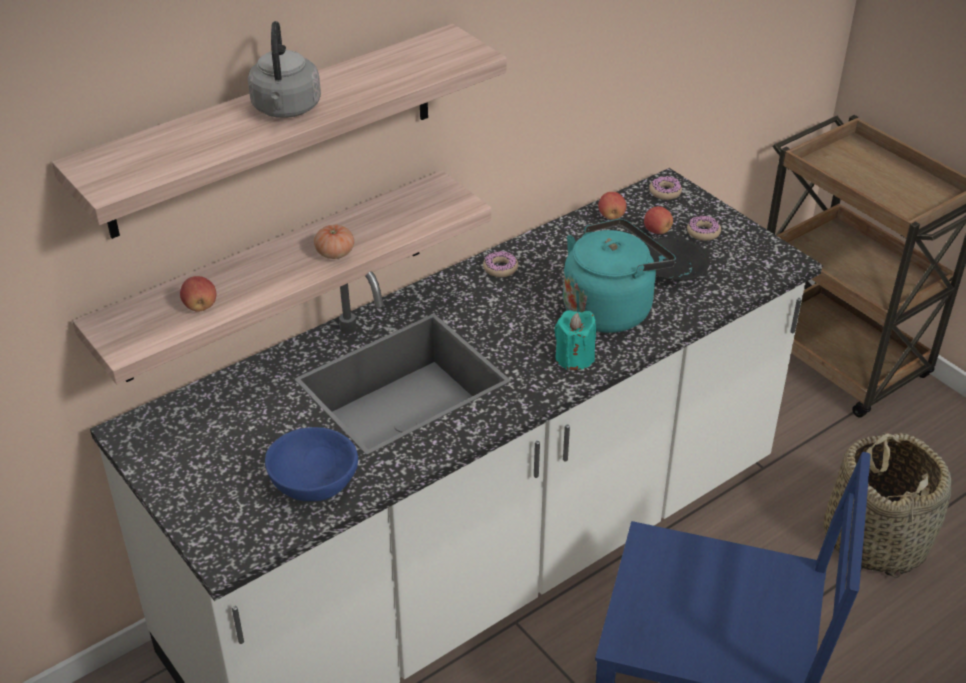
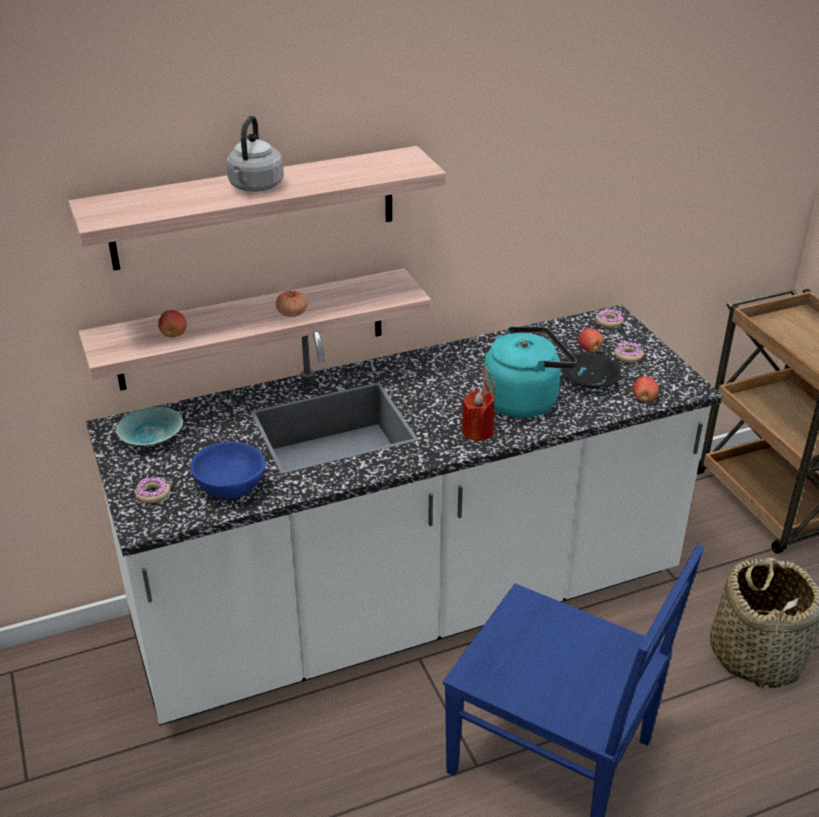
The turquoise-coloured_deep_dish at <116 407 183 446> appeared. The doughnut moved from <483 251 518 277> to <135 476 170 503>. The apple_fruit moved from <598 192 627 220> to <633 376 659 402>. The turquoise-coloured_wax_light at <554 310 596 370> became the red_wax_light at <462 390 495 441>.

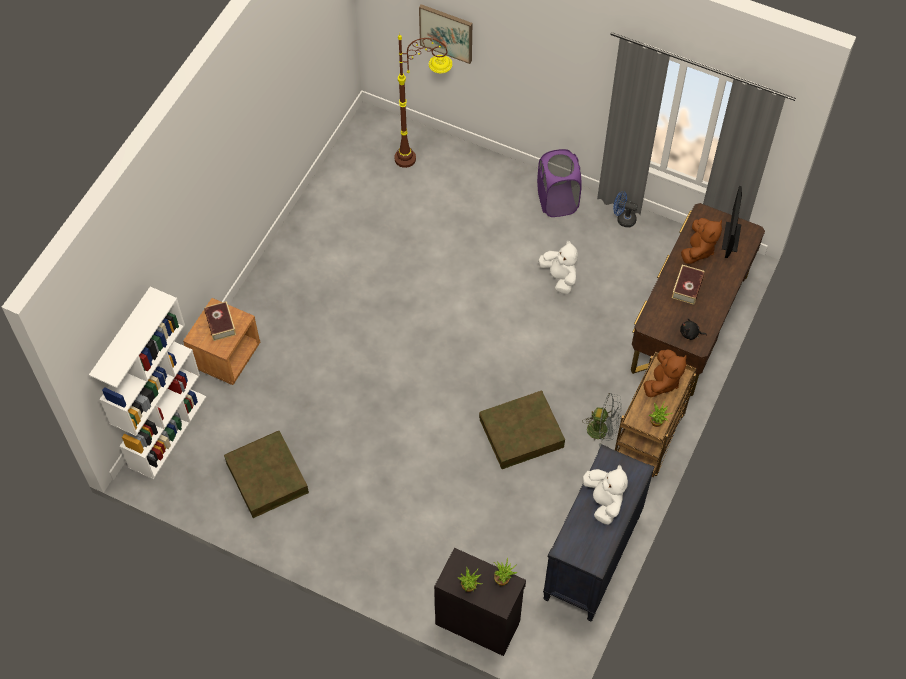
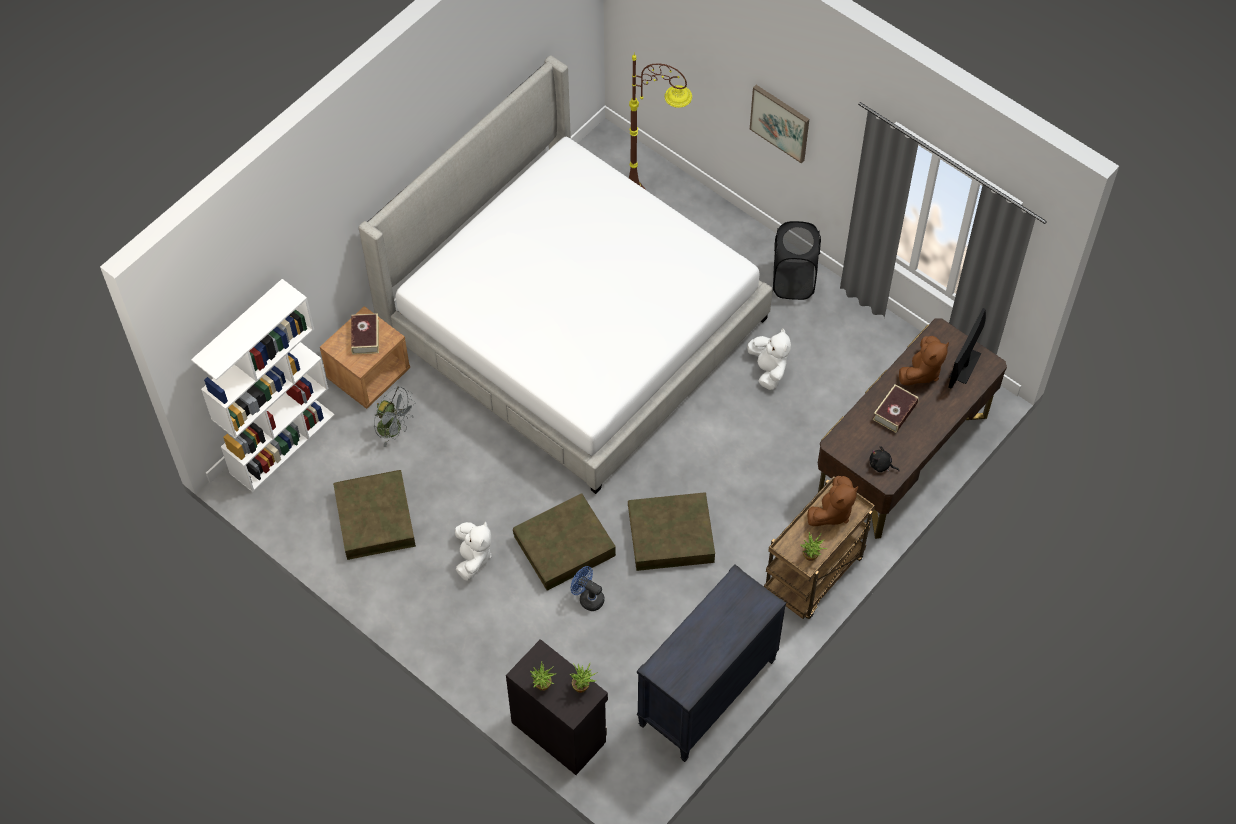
The bed at <359 55 773 494> appeared. The brown_storage_bin at <513 493 616 591> appeared. The wall_art moved from <419 4 472 64> to <750 85 809 164>. The gray_cooling_fan moved from <582 393 622 448> to <374 387 416 447>. The whitish_plush_toy moved from <582 464 628 524> to <455 521 492 581>. The blue-coloured_cooling_fan moved from <613 191 638 227> to <571 566 605 611>. The purplish_washing_basket at <537 149 582 217> became the black_washing_basket at <773 221 821 300>.

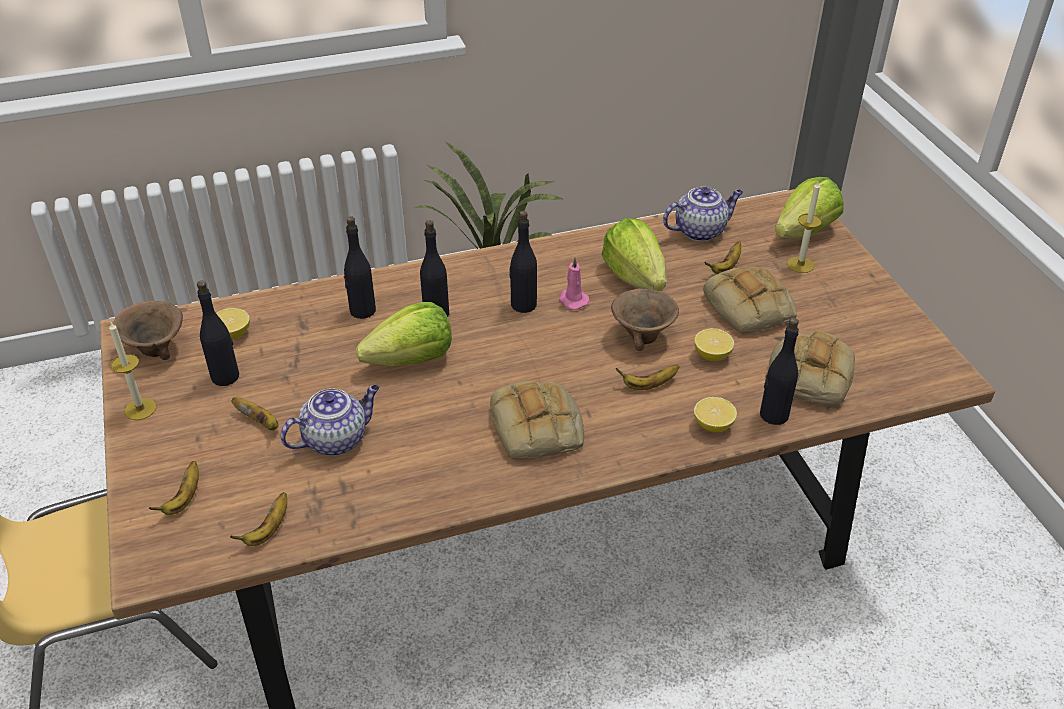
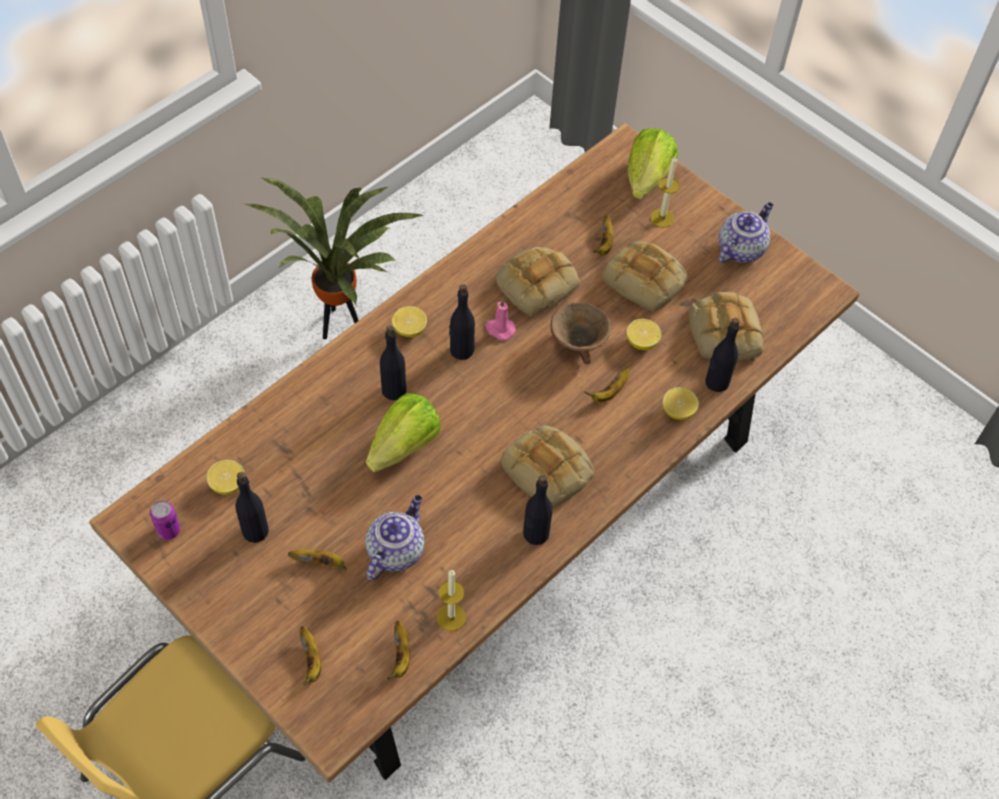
The whole_lemon at <392 306 427 337> appeared. The wax_light moved from <109 321 156 420> to <437 569 466 631>. The black_drink_bottle moved from <344 216 376 319> to <523 475 553 545>. The pot_for_tea moved from <663 187 743 241> to <719 202 773 263>. The brown_deep_dish at <113 301 183 360> was replaced by the metal_can at <150 501 180 540>. The lettuce at <601 218 667 291> was replaced by the baked_bread at <496 247 580 317>.

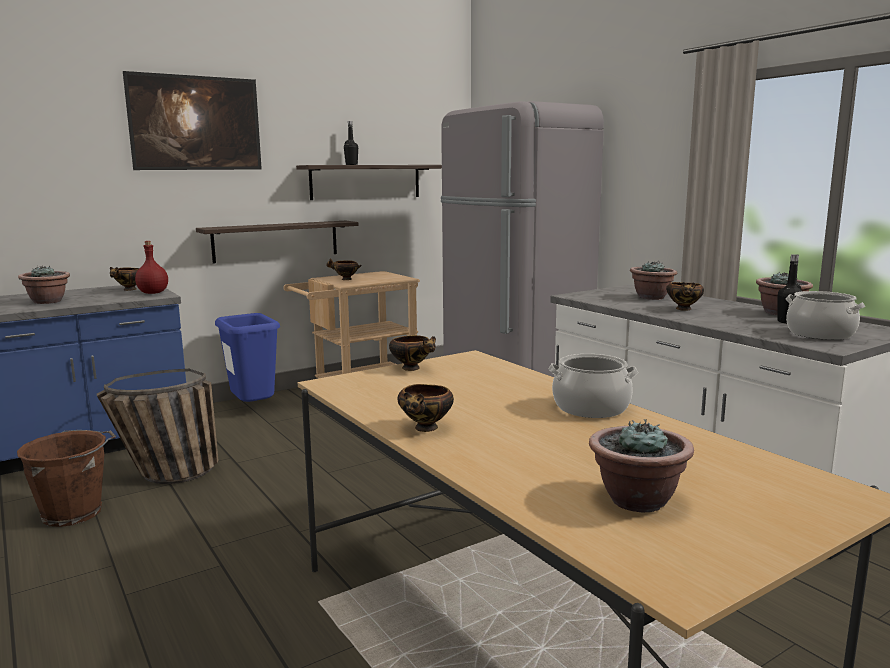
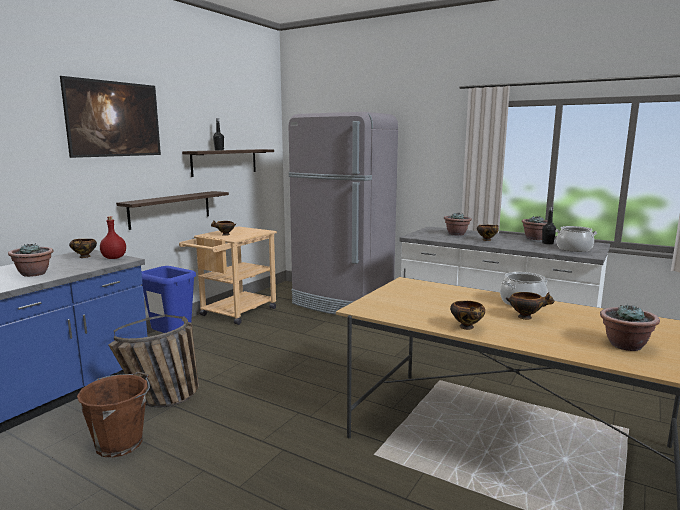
The deep_dish moved from <389 335 436 371> to <506 292 554 320>.

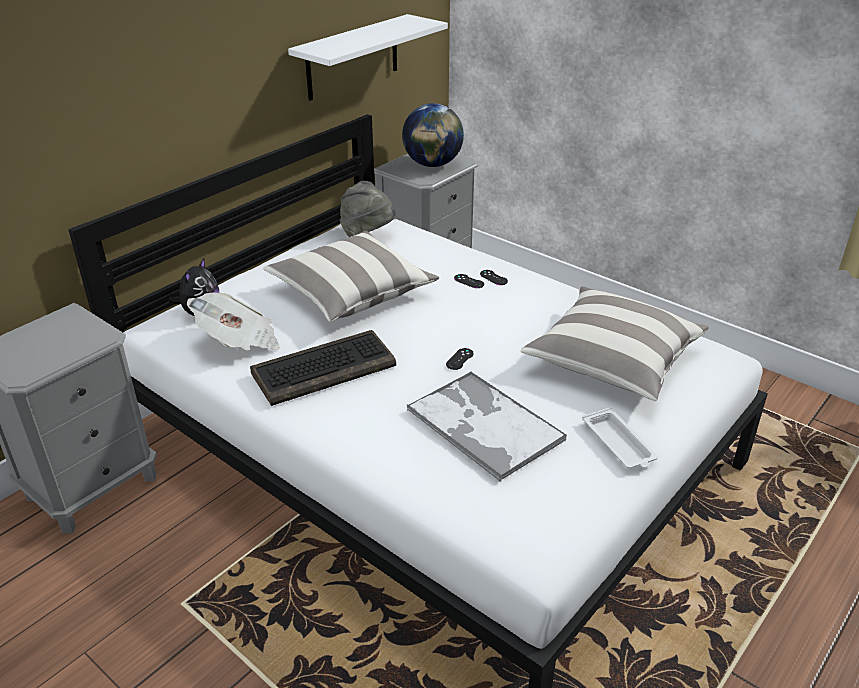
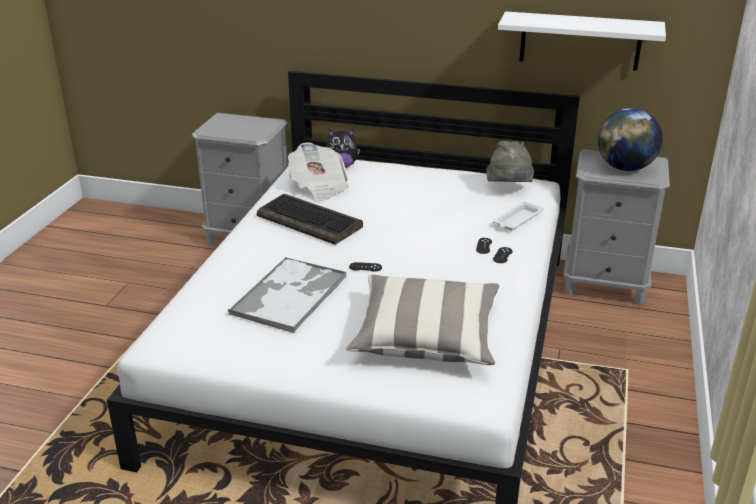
The throw_pillow at <263 231 439 322> disappeared. The whitish_carrying_tray moved from <582 407 658 468> to <493 201 544 231>.

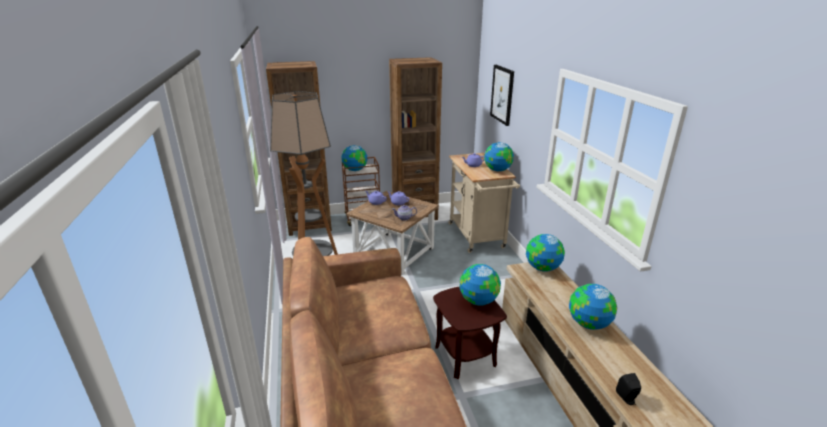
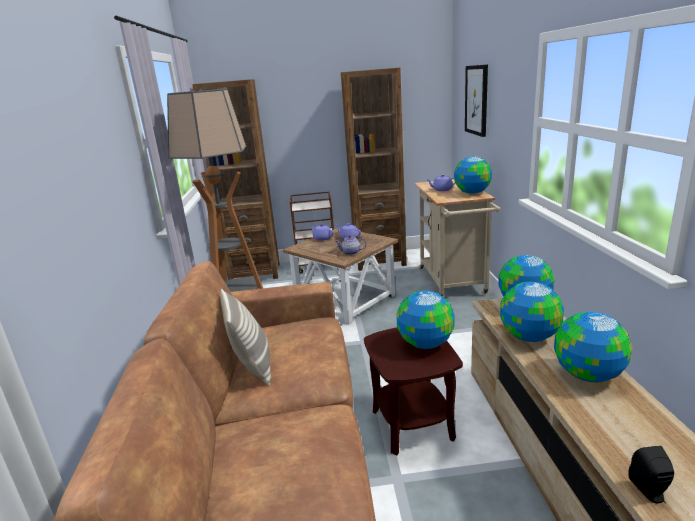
The throw_pillow at <220 289 271 386> appeared. The globe moved from <341 145 367 171> to <500 282 564 342>.

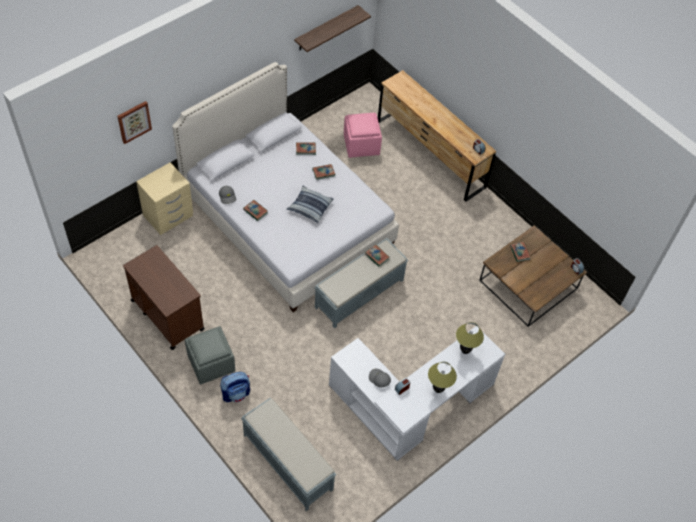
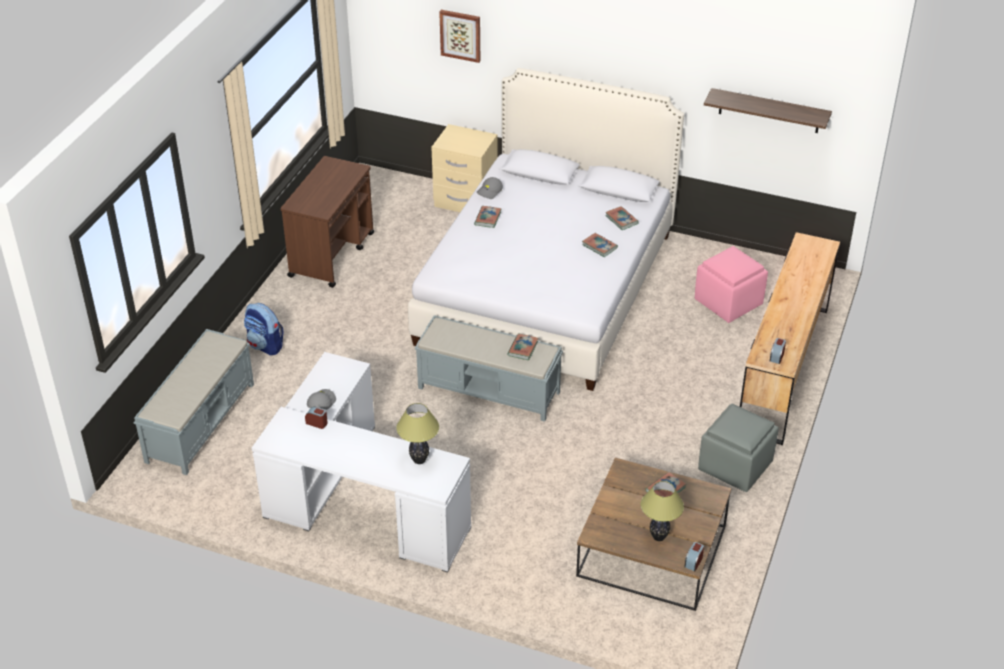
The throw_pillow at <287 185 334 223> disappeared. The gray_pouffe moved from <185 326 235 384> to <698 404 779 492>. The tabletop_lamp moved from <428 362 457 393> to <641 481 684 541>.

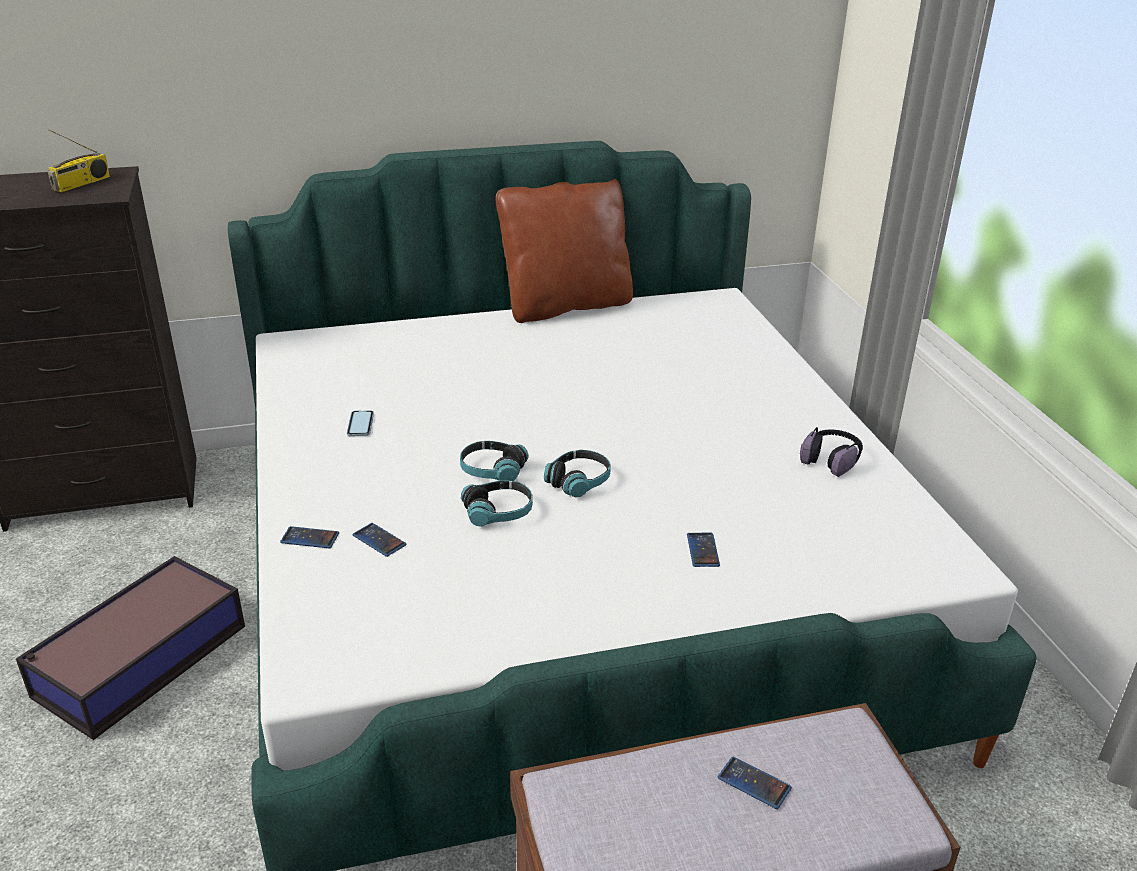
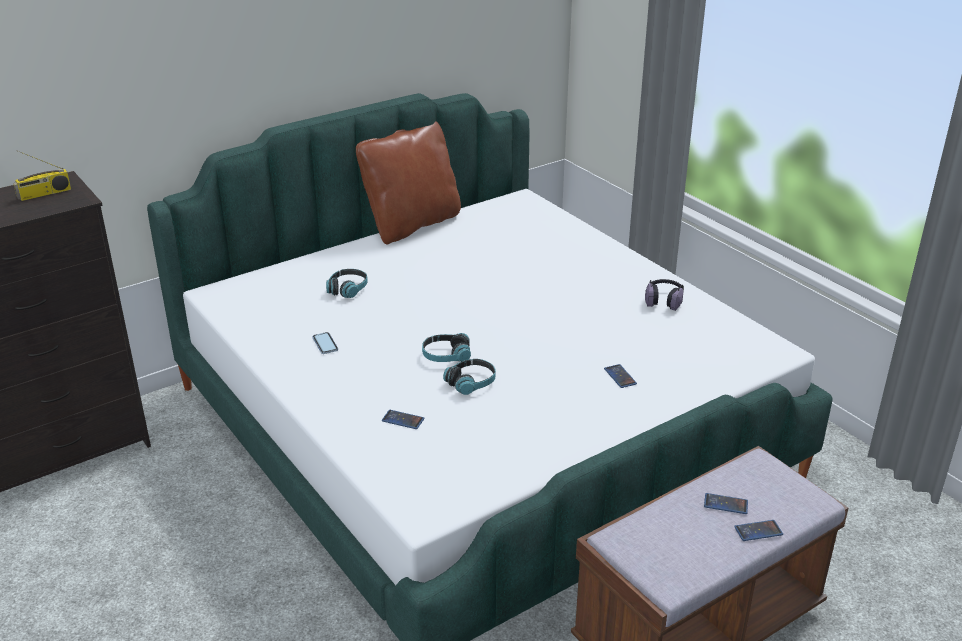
The storage_bin at <16 556 245 740> disappeared. The phone moved from <280 526 339 548> to <734 520 783 541>. The pair_of_headphones moved from <544 450 611 497> to <326 269 368 298>. The radio_set at <48 129 110 192> turned 45 degrees clockwise.

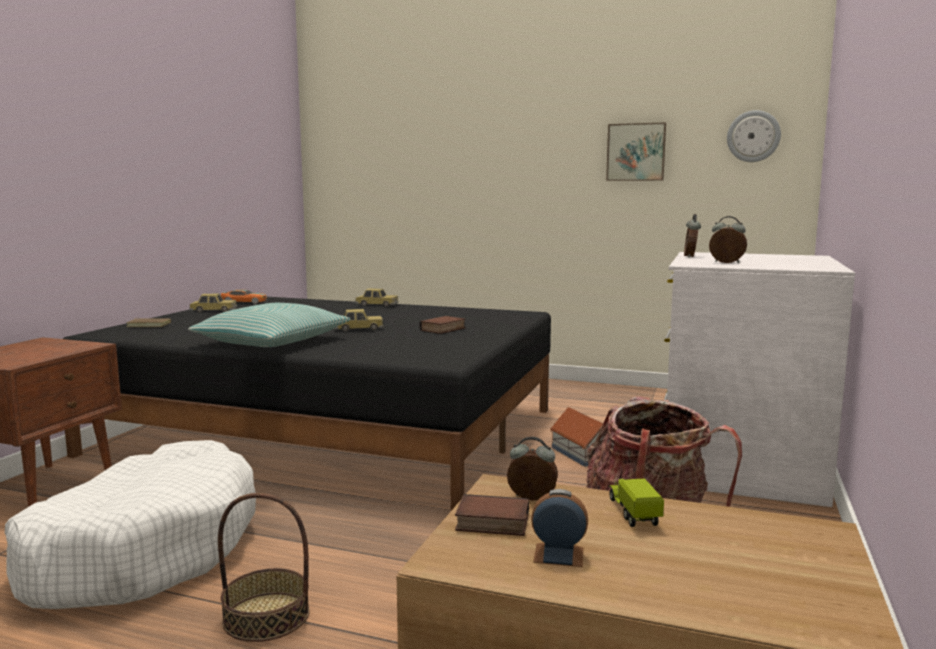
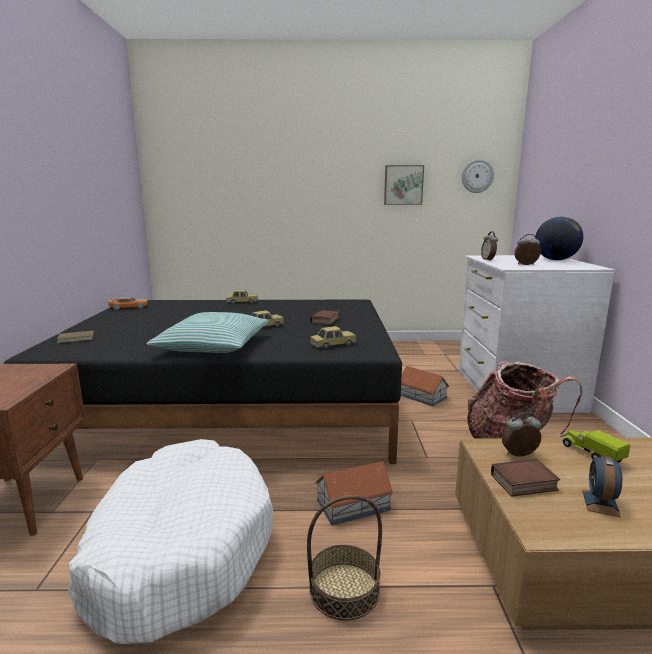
The model_house at <315 462 394 526> appeared. The globe at <535 217 583 260> appeared. The toy_car moved from <189 294 237 313> to <310 326 356 349>. The table_clock at <531 489 588 567> turned 60 degrees counterclockwise.

